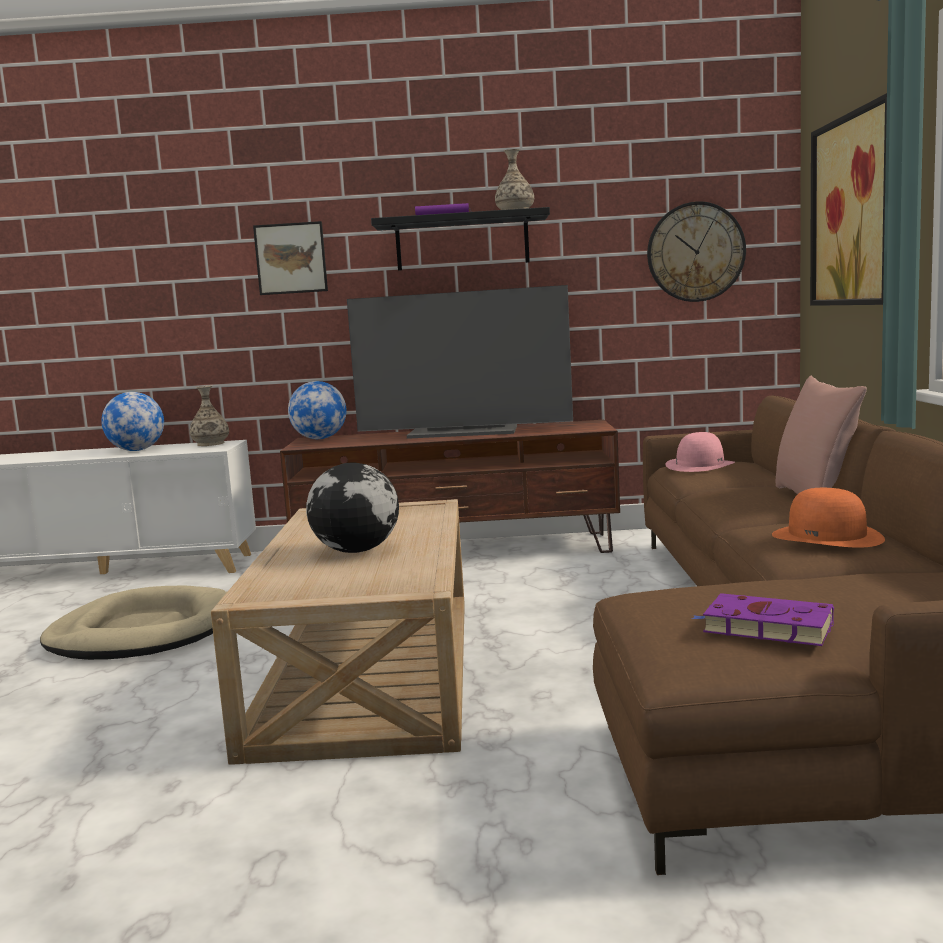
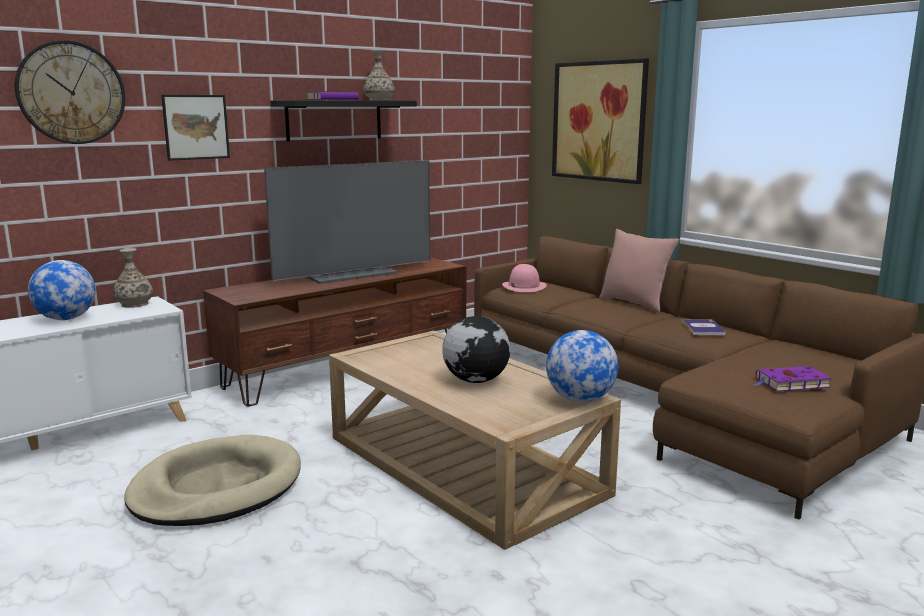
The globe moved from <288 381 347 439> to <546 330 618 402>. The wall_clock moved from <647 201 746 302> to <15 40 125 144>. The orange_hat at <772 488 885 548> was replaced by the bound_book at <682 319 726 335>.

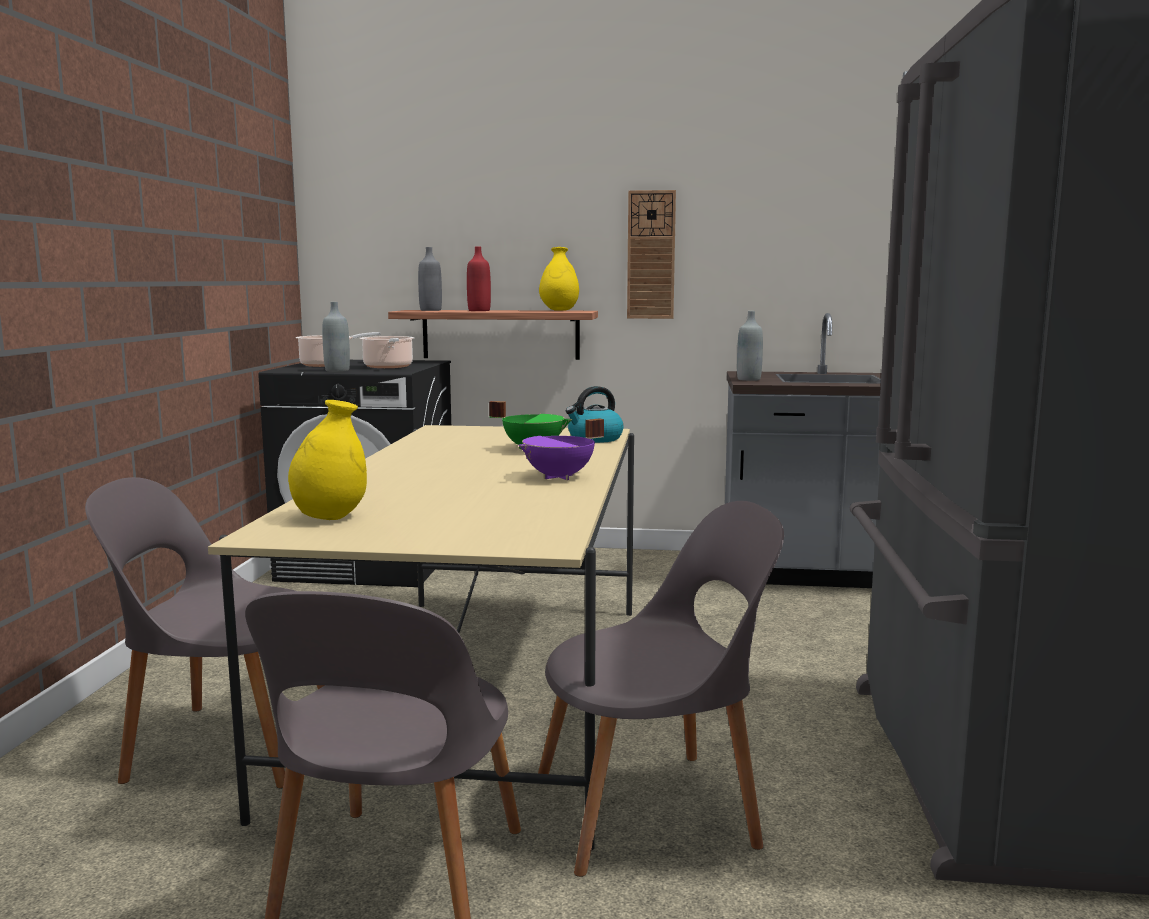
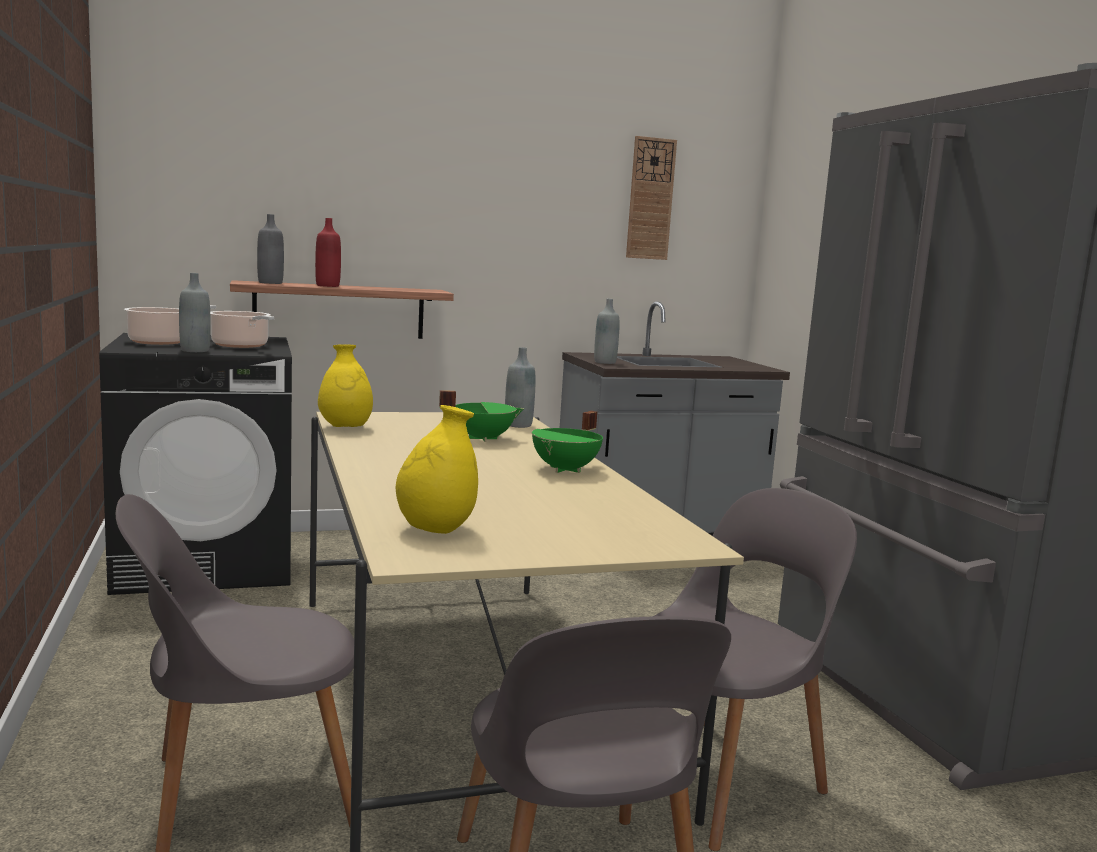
The yellow-coloured_decorative_vase moved from <539 247 579 311> to <318 344 373 427>. The wall_clock moved from <627 190 676 319> to <626 136 677 260>. The tea_kettle at <566 386 624 443> was replaced by the gray_drink_bottle at <505 347 535 428>. The purplish_stockpot at <518 418 604 480> became the greenish_stockpot at <532 411 603 473>.

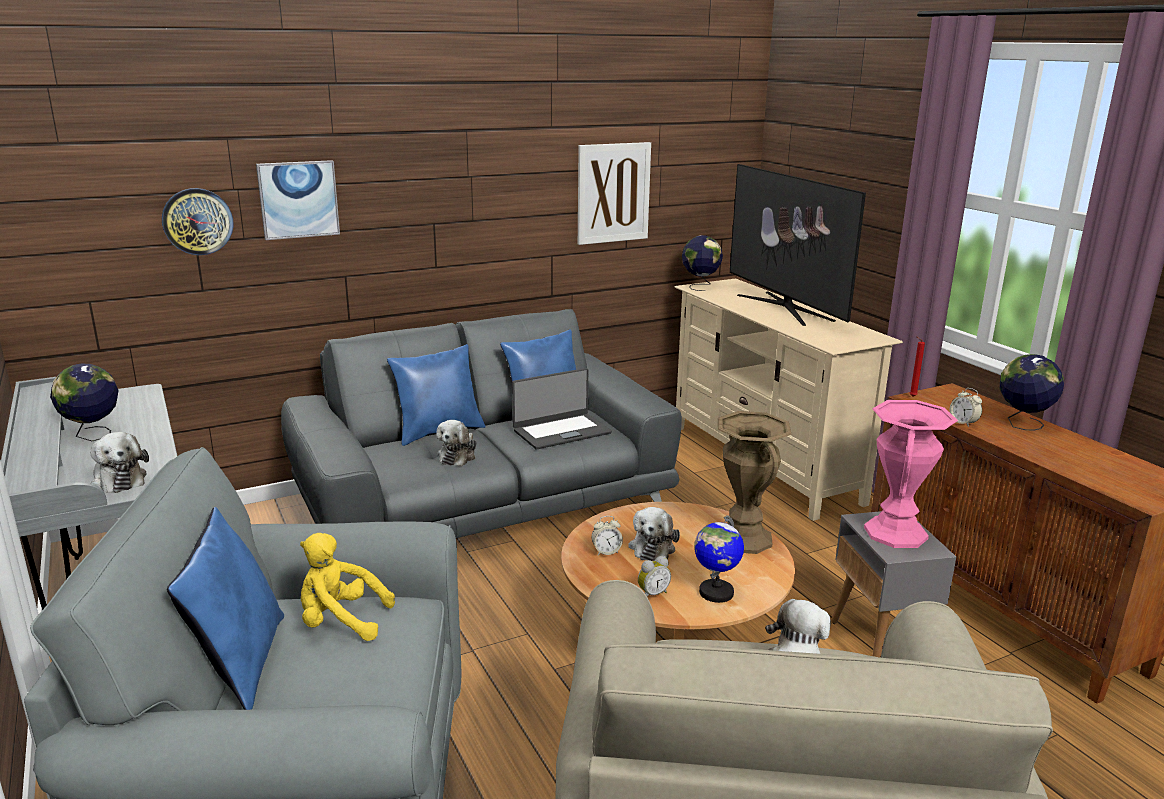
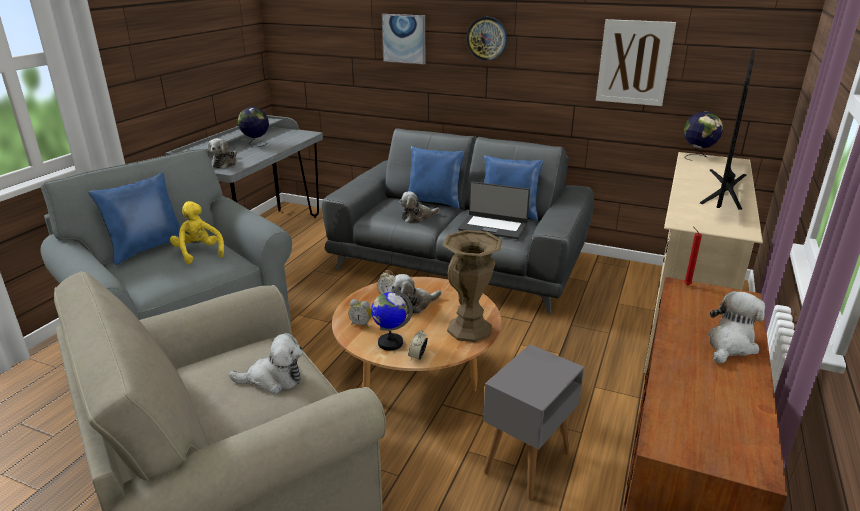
The pink-coloured_decorative_vase at <864 400 958 548> disappeared. The wall_clock moved from <162 188 233 255> to <466 17 507 61>. The table_clock moved from <950 388 982 427> to <408 330 428 360>. The globe at <1000 354 1064 431> was replaced by the plush_toy at <708 291 765 363>.

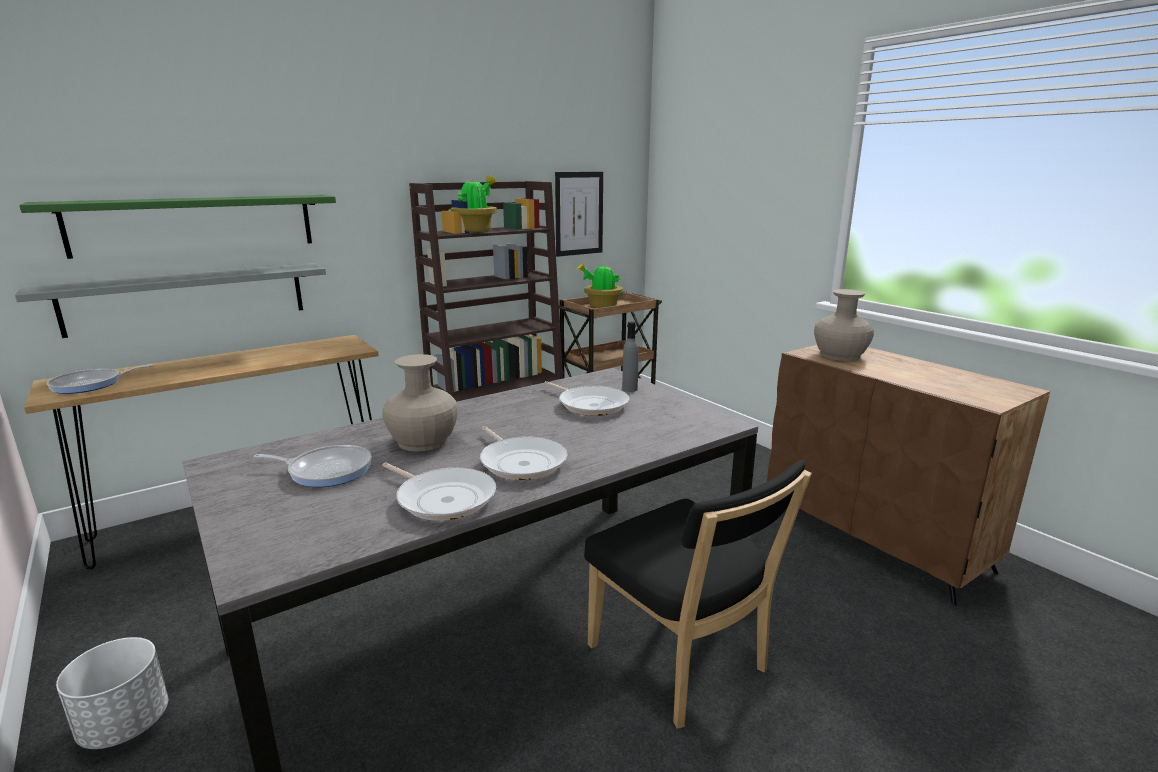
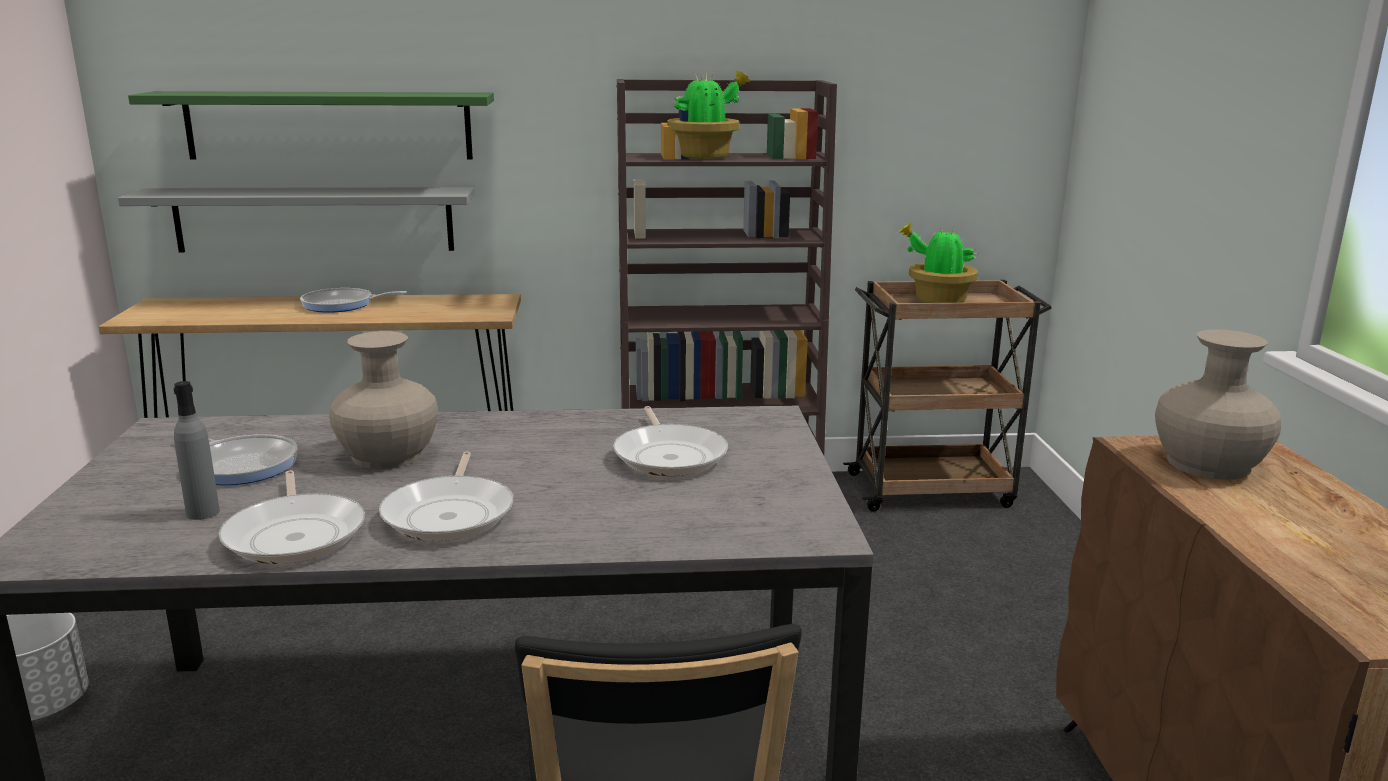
The wall_art at <555 172 603 257> disappeared. The skillet moved from <47 364 153 394> to <300 288 407 313>. The gray_drink_bottle moved from <622 321 639 392> to <173 381 220 520>.

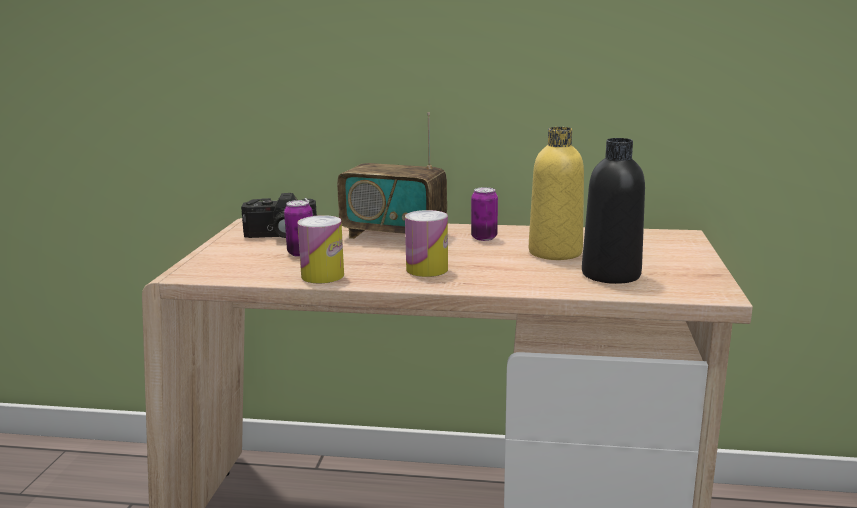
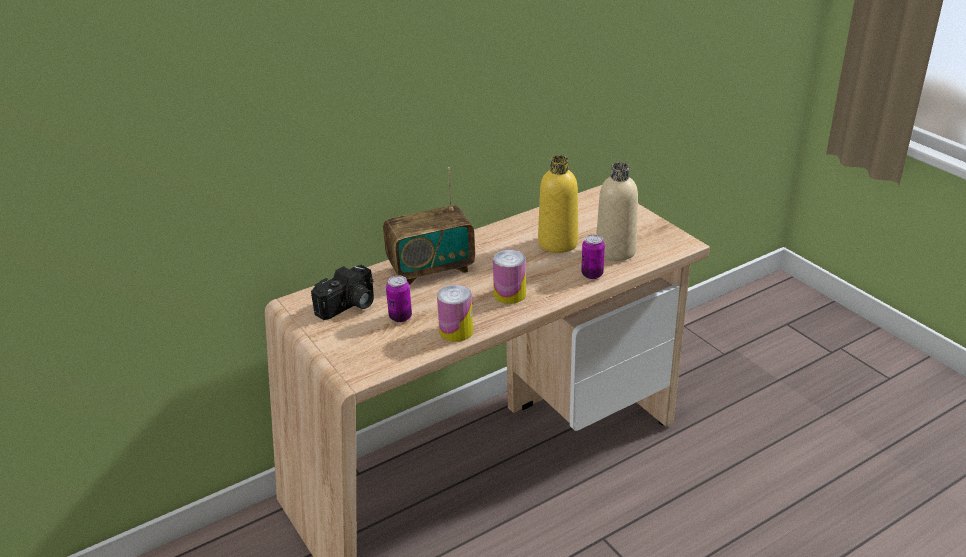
The metal_can moved from <471 187 498 241> to <581 234 605 279>. The black_drink_bottle at <582 138 645 284> became the beige-coloured_drink_bottle at <596 162 638 261>.

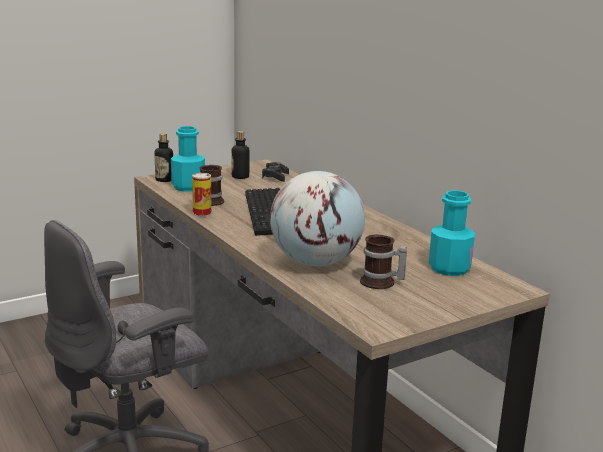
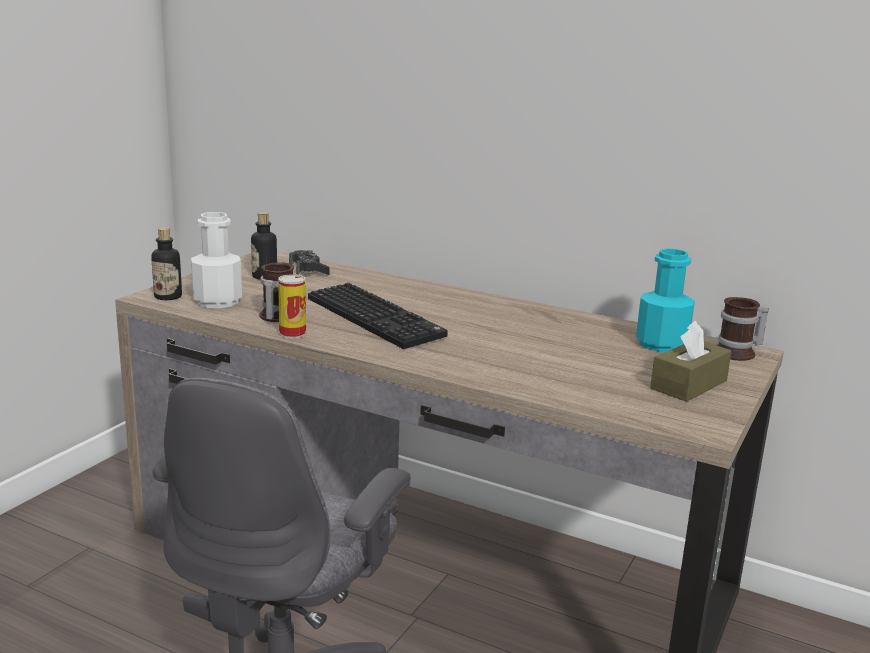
The globe at <270 171 365 266> disappeared. The brown_tissue_box at <650 321 732 402> appeared. The mug moved from <360 234 407 289> to <716 297 769 361>. The turquoise-coloured_drink_bottle at <171 126 205 192> became the whitish_drink_bottle at <191 212 242 308>.

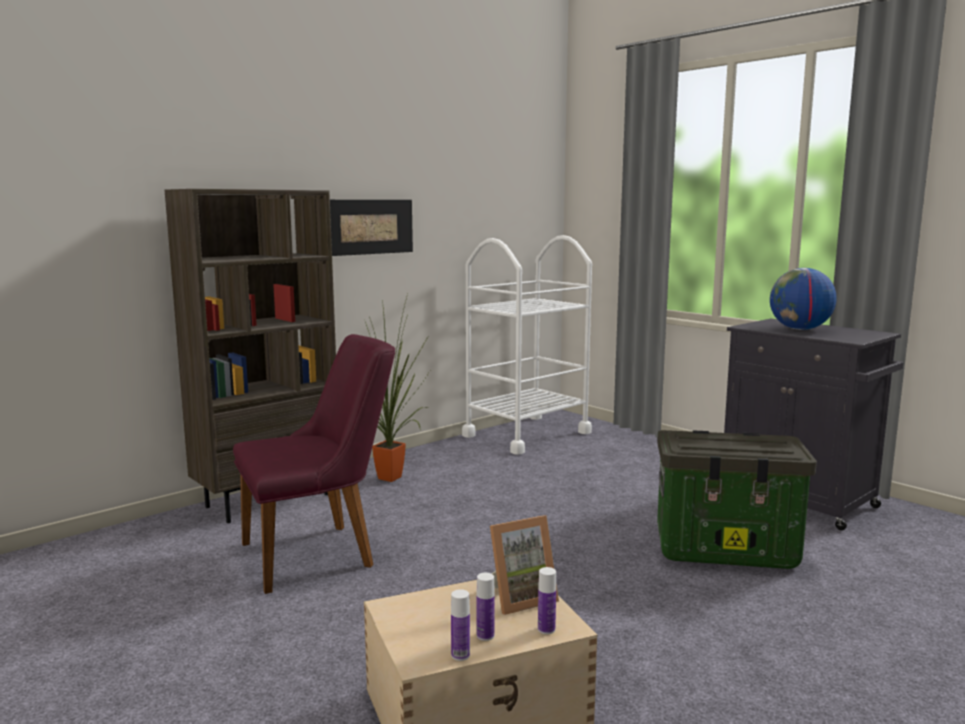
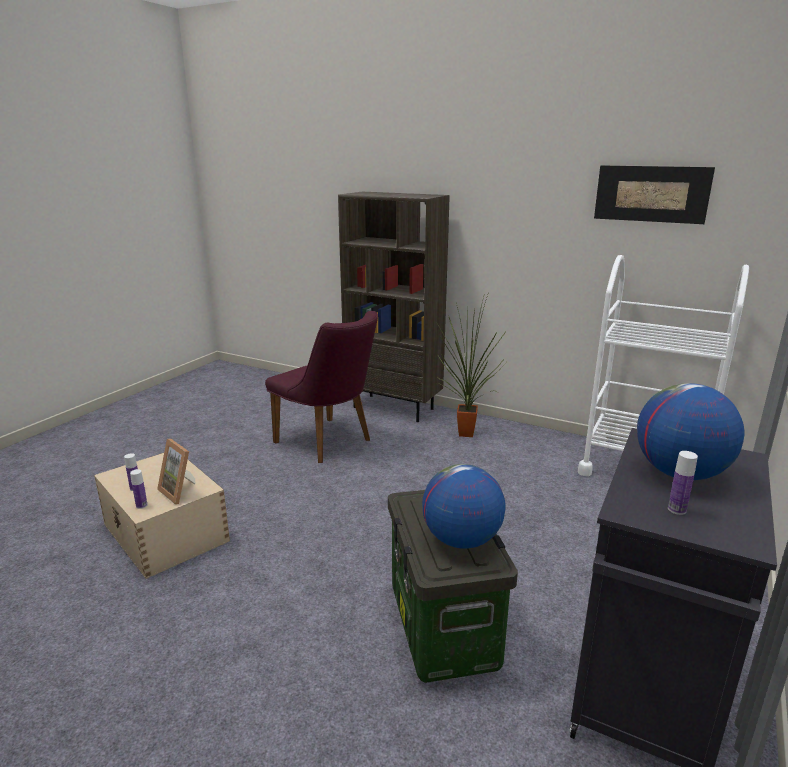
The globe at <422 464 506 549> appeared. The wall_art moved from <330 200 413 256> to <594 165 715 224>. The drink_bottle moved from <451 589 470 661> to <668 451 698 515>.

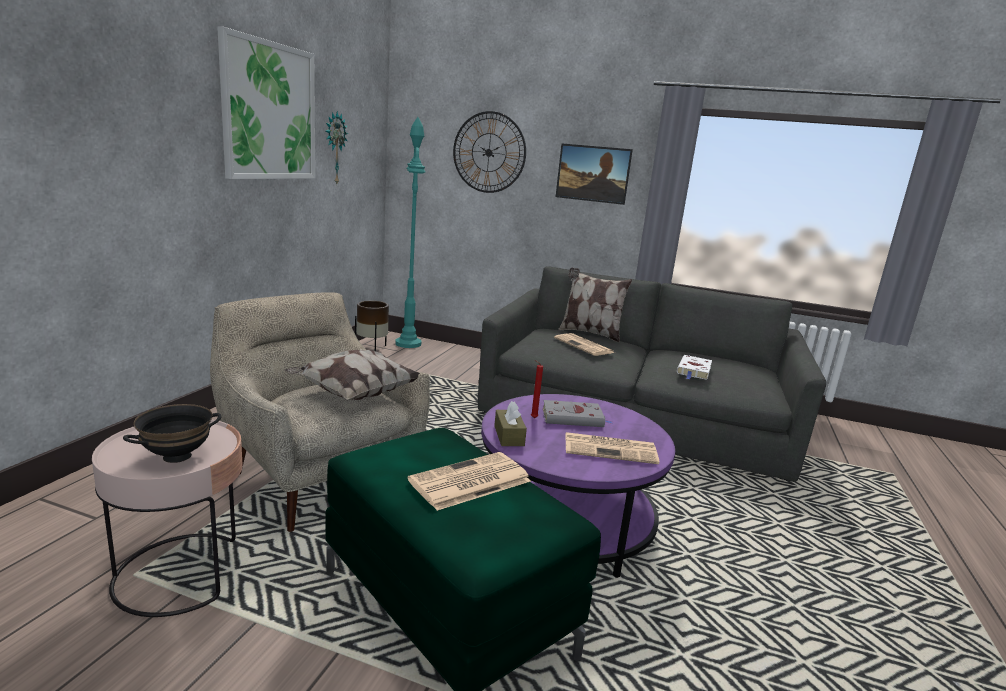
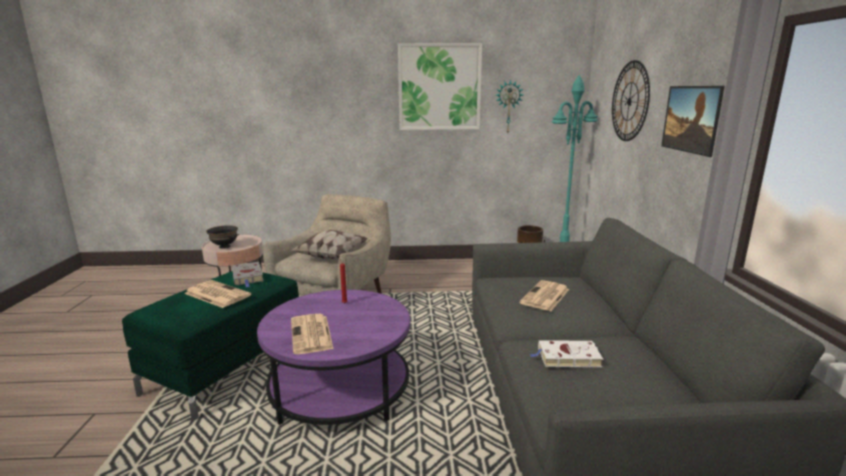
The brown_tissue_box at <494 401 527 446> disappeared. The throw_pillow at <558 267 632 342> disappeared. The gray_bound_book moved from <543 400 612 427> to <232 262 263 287>.

